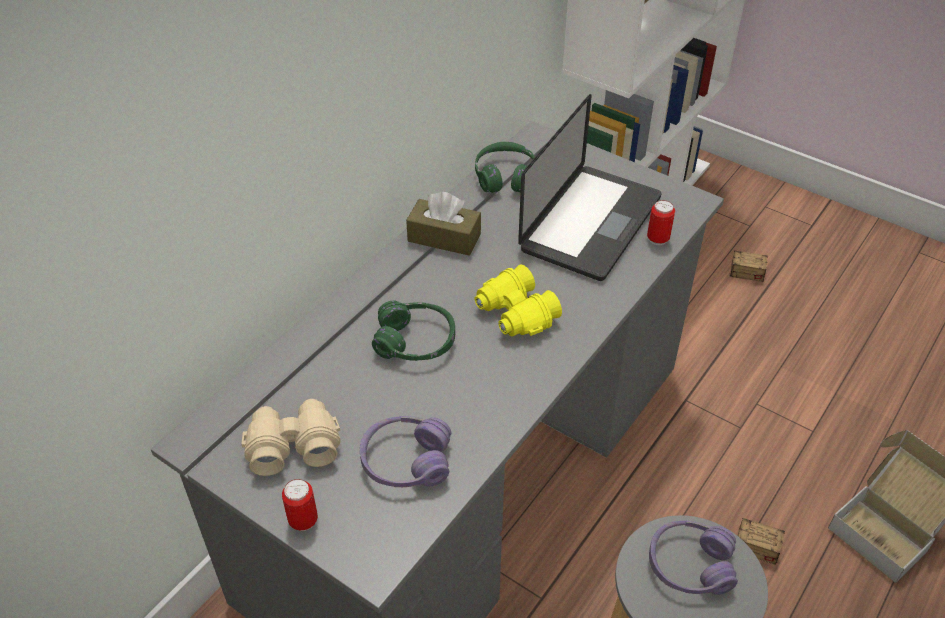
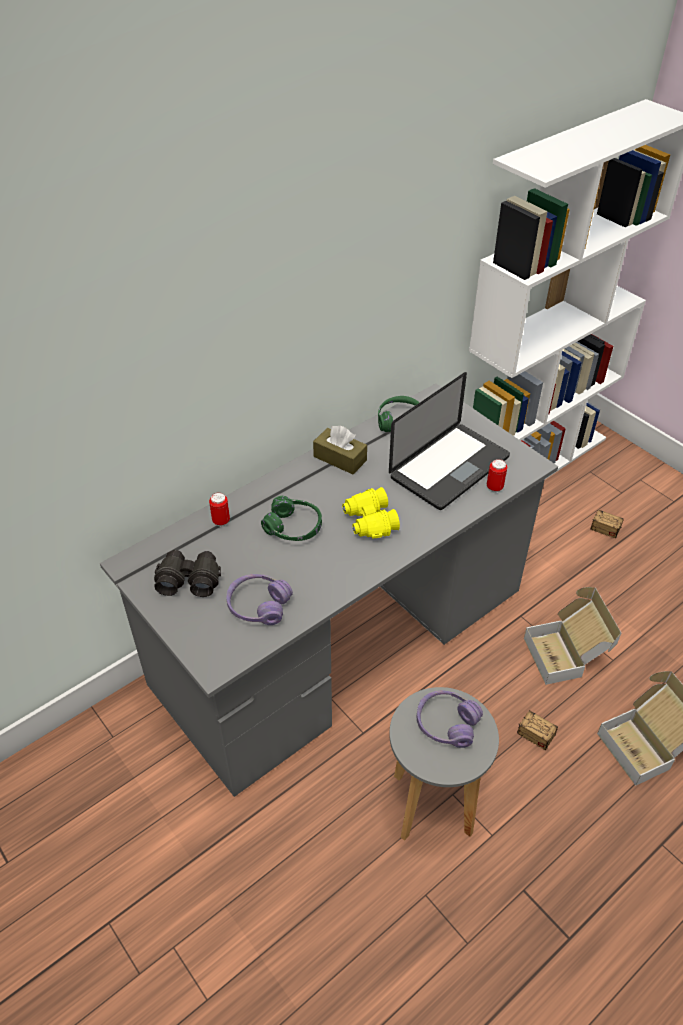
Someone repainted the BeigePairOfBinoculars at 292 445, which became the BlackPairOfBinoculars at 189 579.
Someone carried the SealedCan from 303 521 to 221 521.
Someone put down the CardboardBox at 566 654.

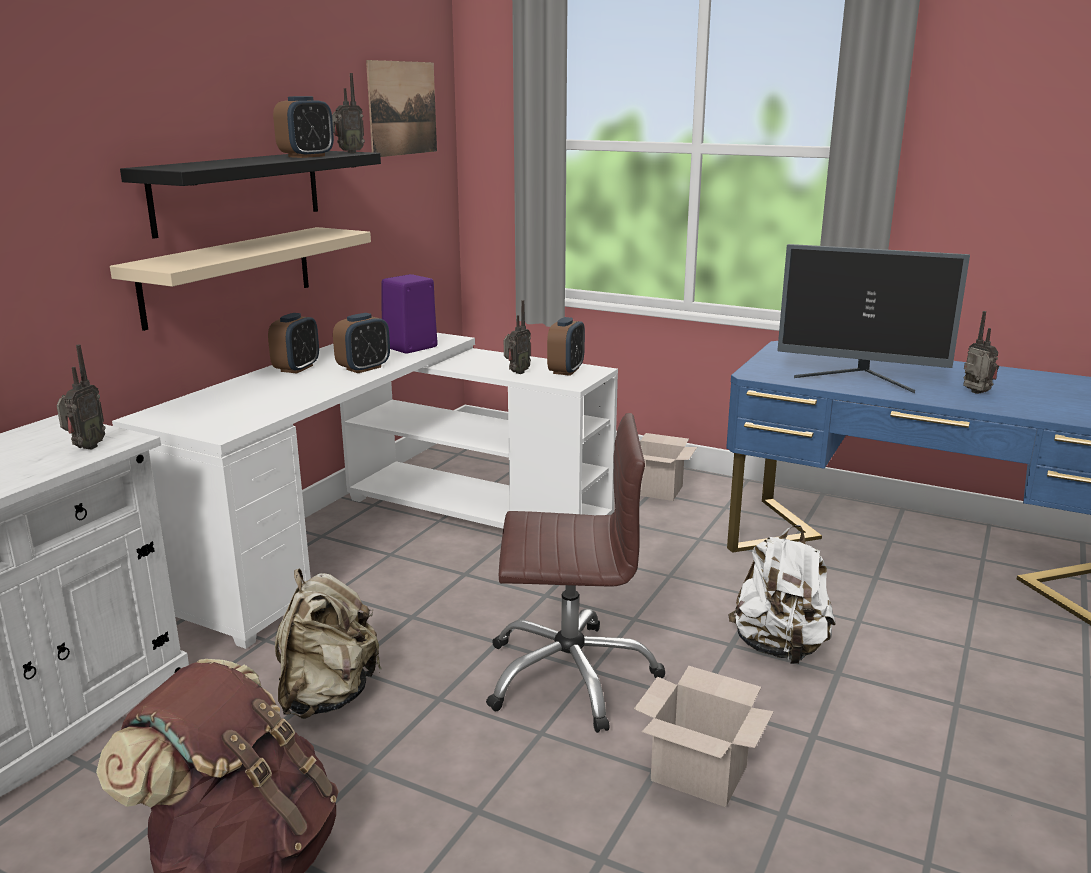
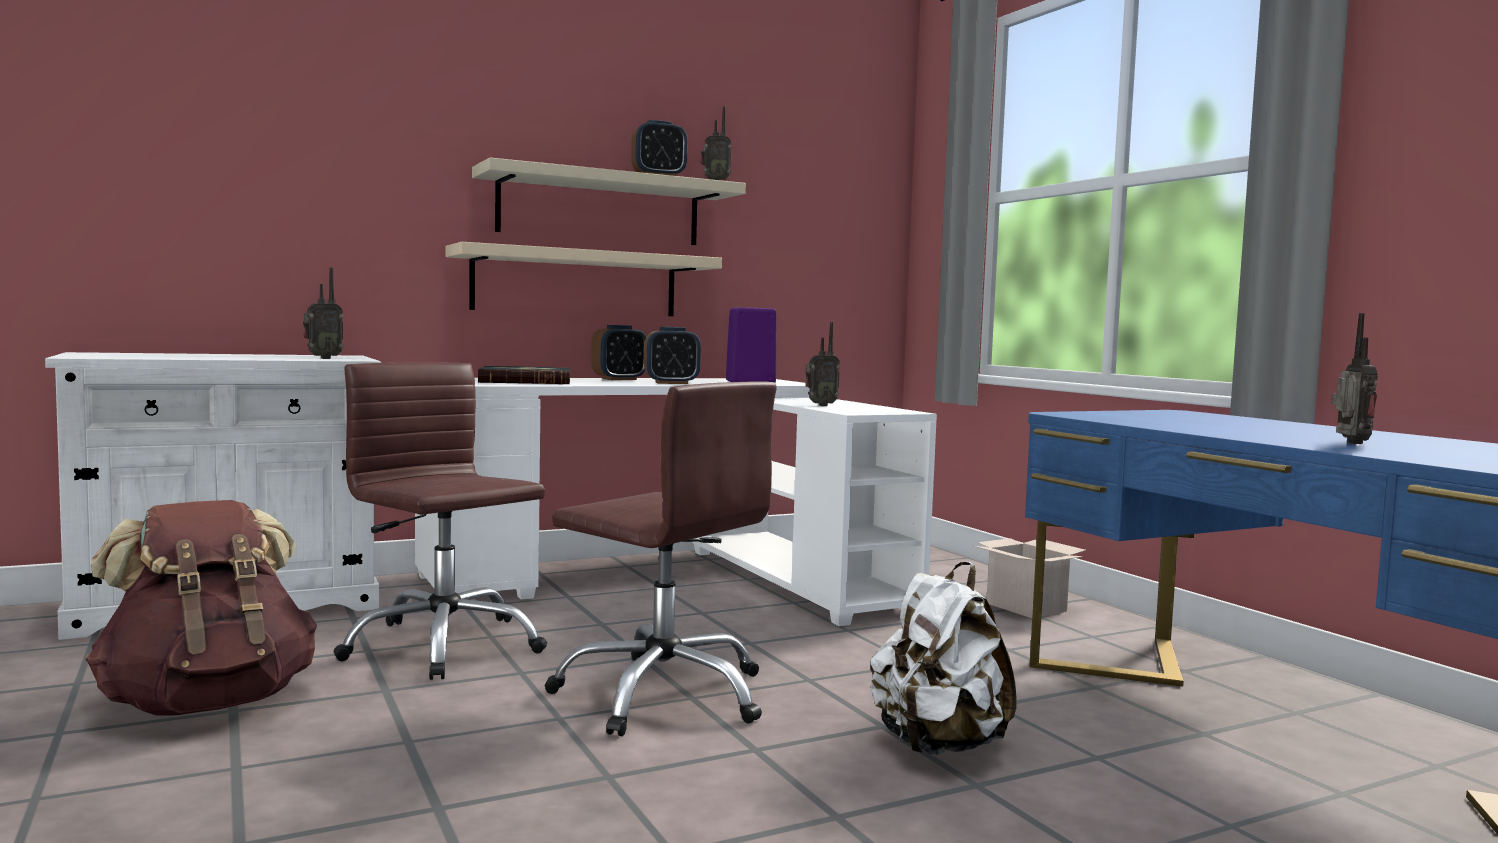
Someone repainted the BlackBracketShelf at 238 191, which became the BeigeBracketShelf at 600 209.
Someone swapped the BeigeKnapsack at 328 696 for the BrownishDeskChair at 443 646.
Someone took away the Picture at 402 108.
Someone took away the AlarmClock at 566 371.
Someone took away the CardboardBox at 701 773.
Someone took away the ComputerDisplay at 860 379.
Someone put down the Volume at 525 381.

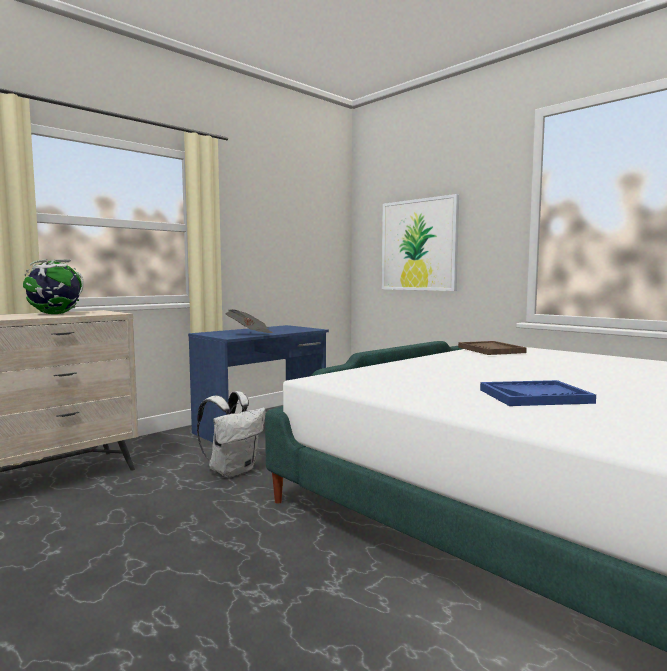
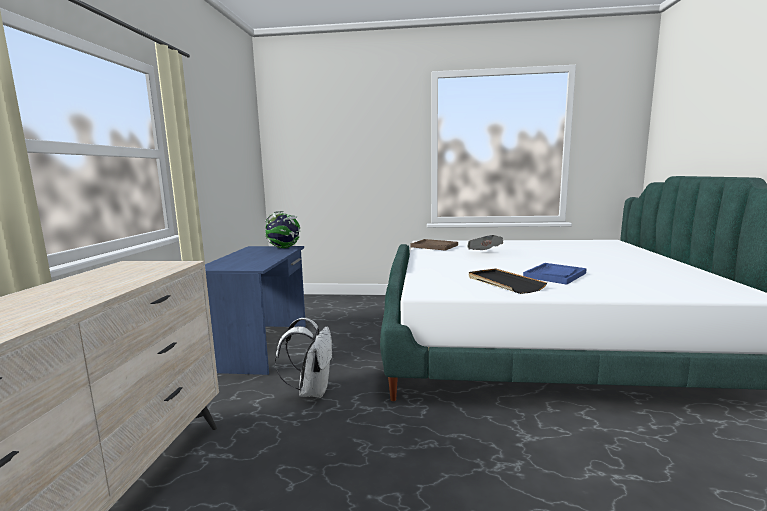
Someone carried the DeskGlobe from 54 314 to 284 248.
Someone carried the DailyPaper from 250 334 to 484 253.
Someone took away the Picture at 419 245.
Someone put down the BlackTray at 503 283.

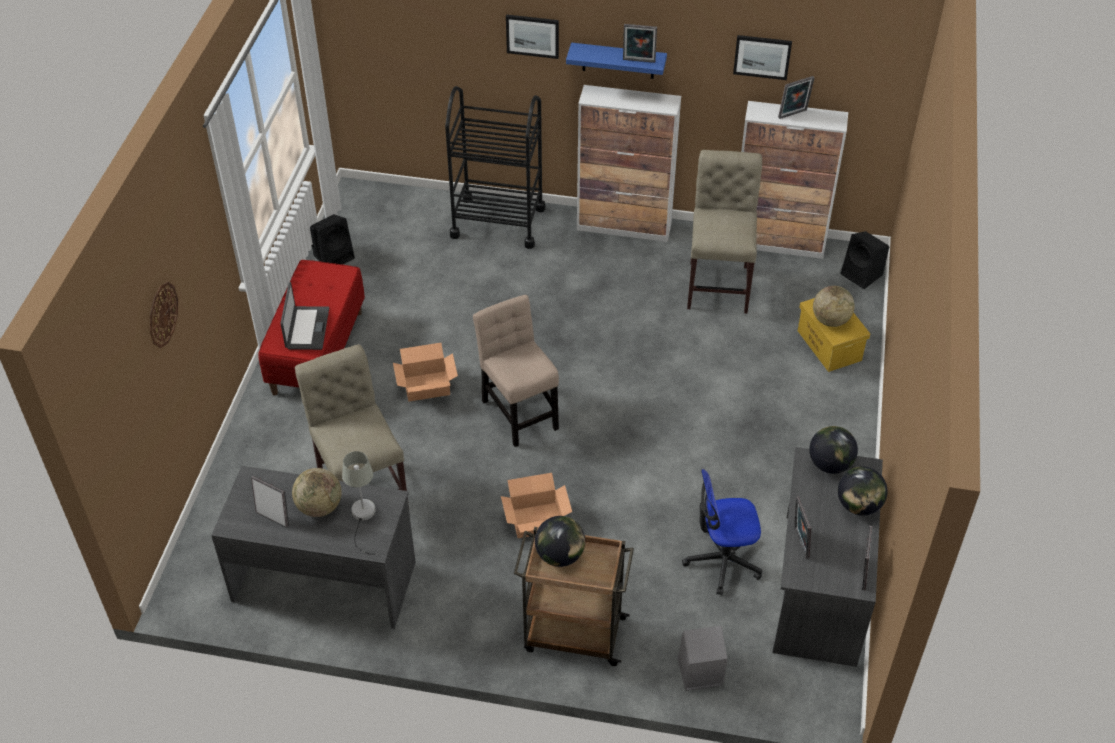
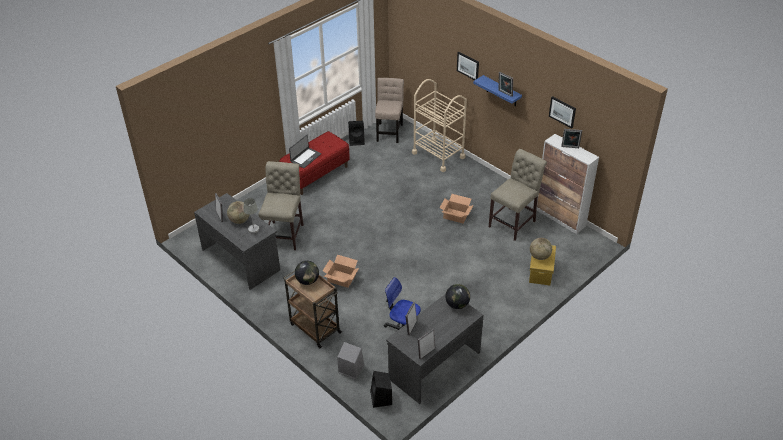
Someone took away the HangingClock at 162 314.
Someone carried the CardboardBox from 427 386 to 456 216.
Someone repainted the BlackCart at 498 222, which became the BeigeCart at 438 155.
Someone carried the BeigePlainChair from 518 411 to 389 131.
Someone took away the Cupboard at 624 226.
Someone took away the DeskGlobe at 858 505.
Someone carried the BlackSpeaker from 862 275 to 381 398.

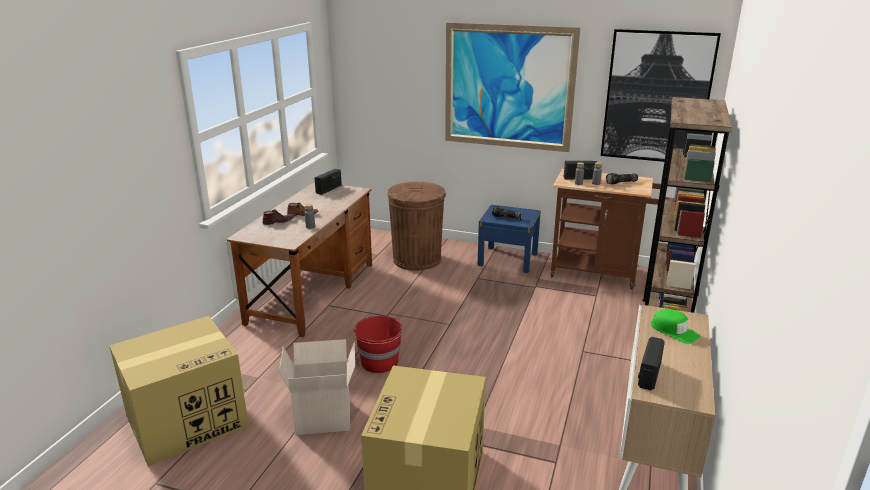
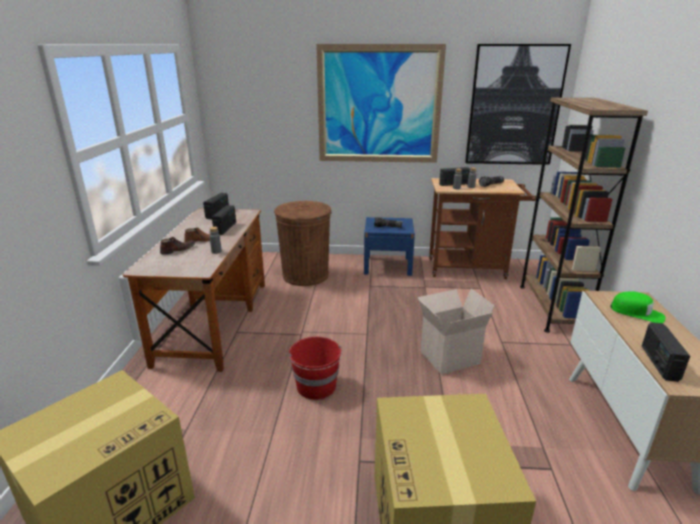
Someone carried the CardboardBox from 324 416 to 449 356.
Someone put down the RadioSet at 225 228.

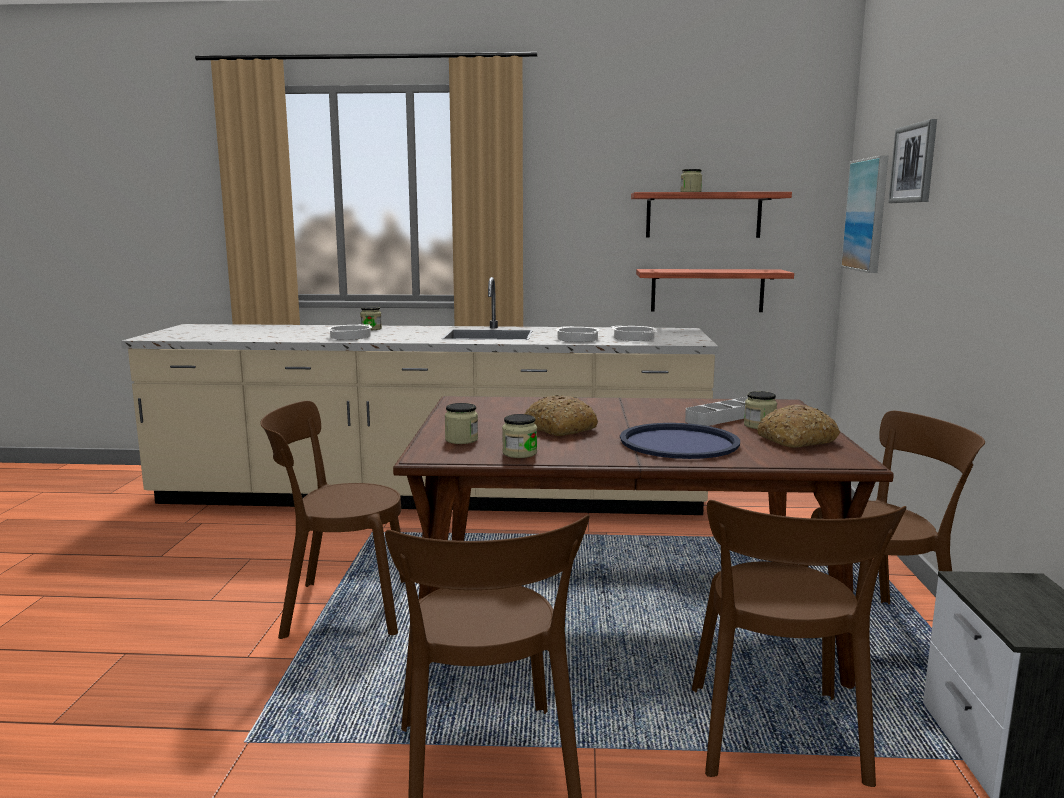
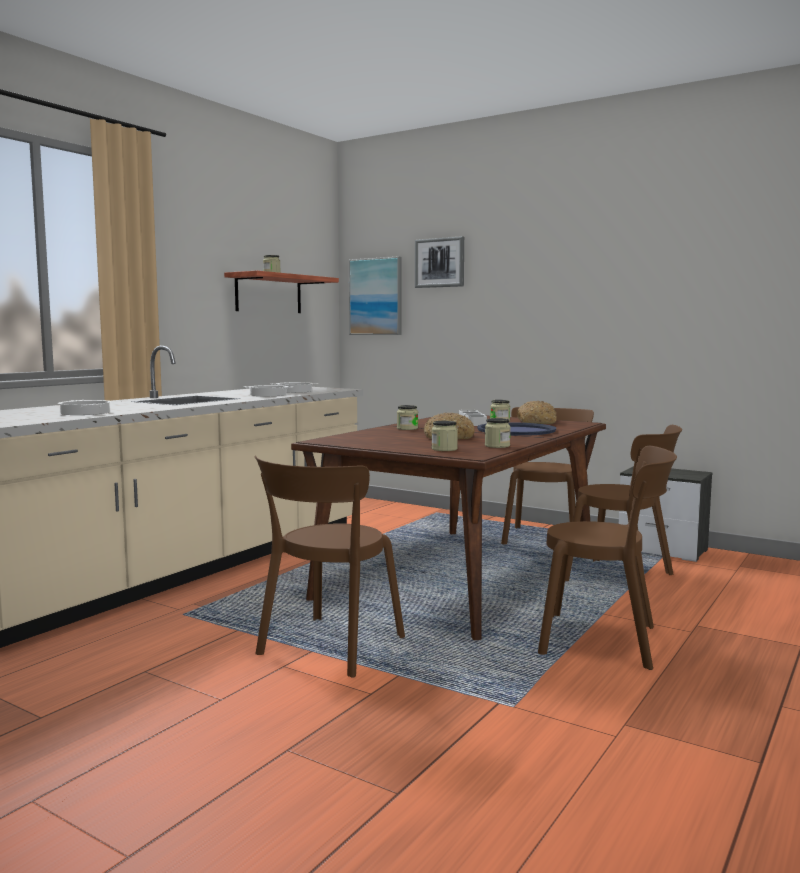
Someone carried the Jar from 371 329 to 407 428.
Someone took away the BracketShelf at 707 290.

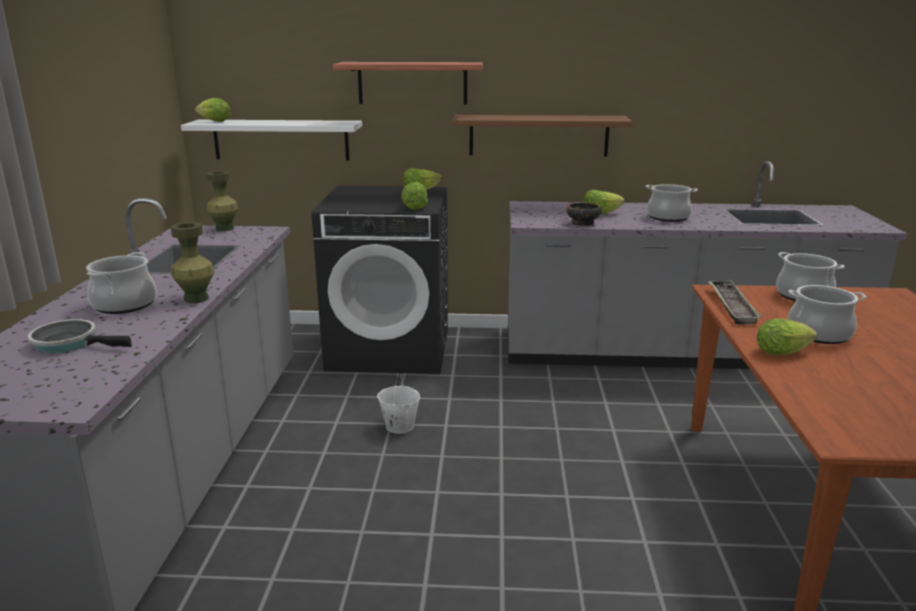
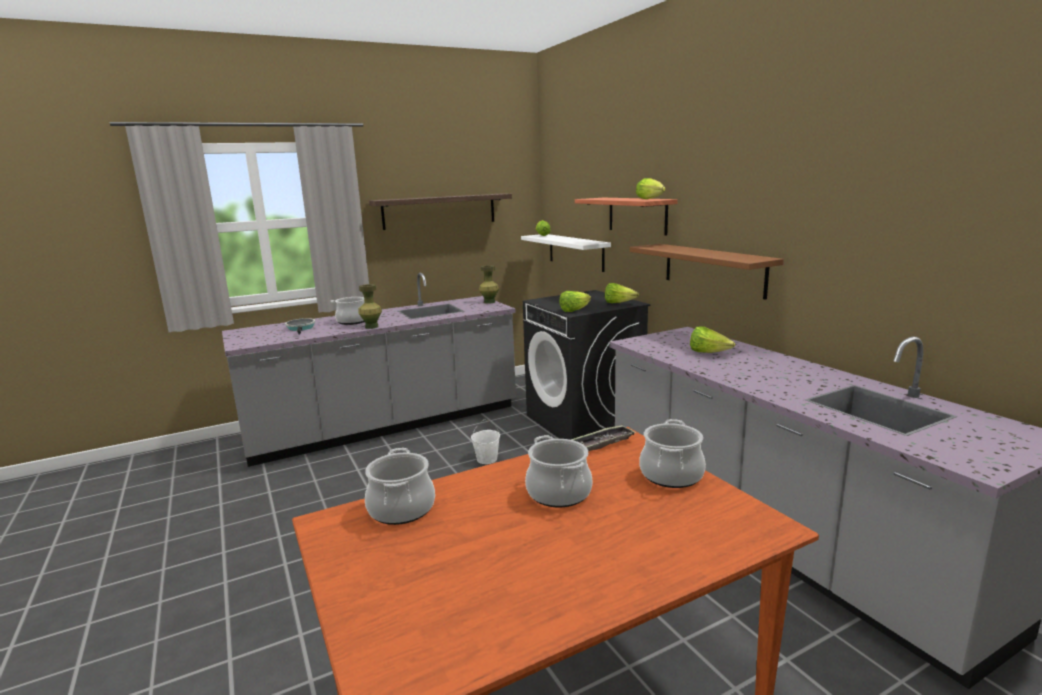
Someone took away the Bowl at 582 223.
Someone carried the CookingPot from 668 217 to 402 509.
Someone carried the LettuceHead from 784 352 to 651 199.
Someone put up the BracketShelf at 439 211.

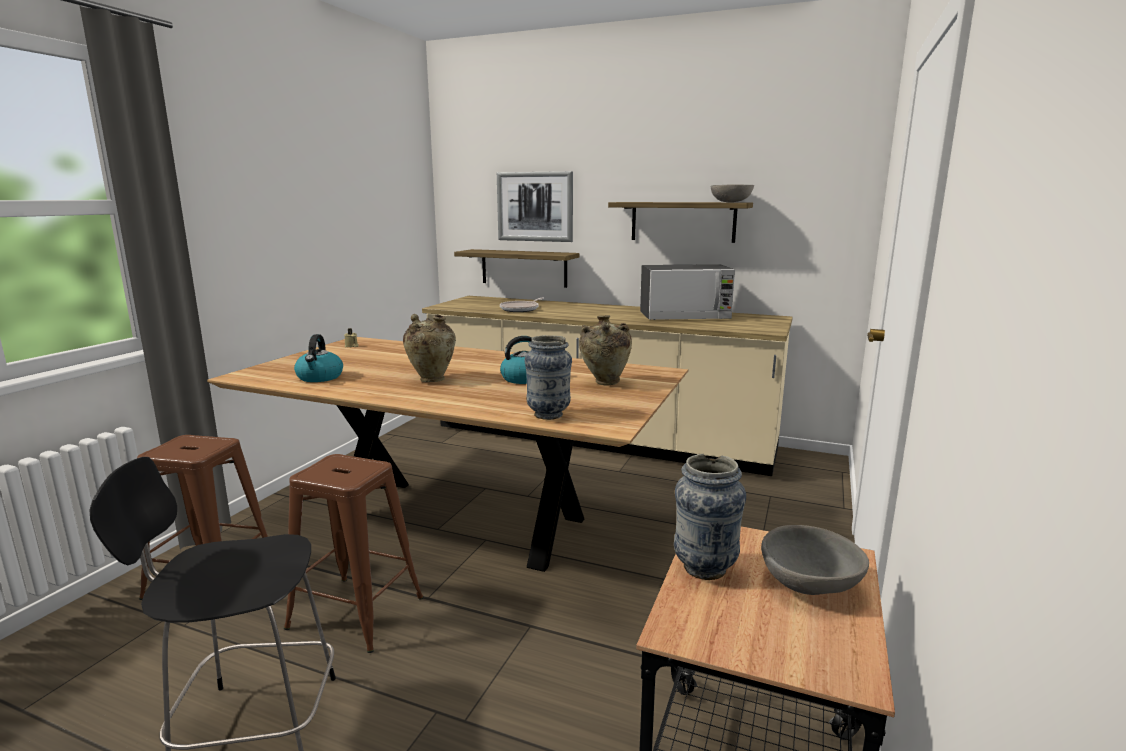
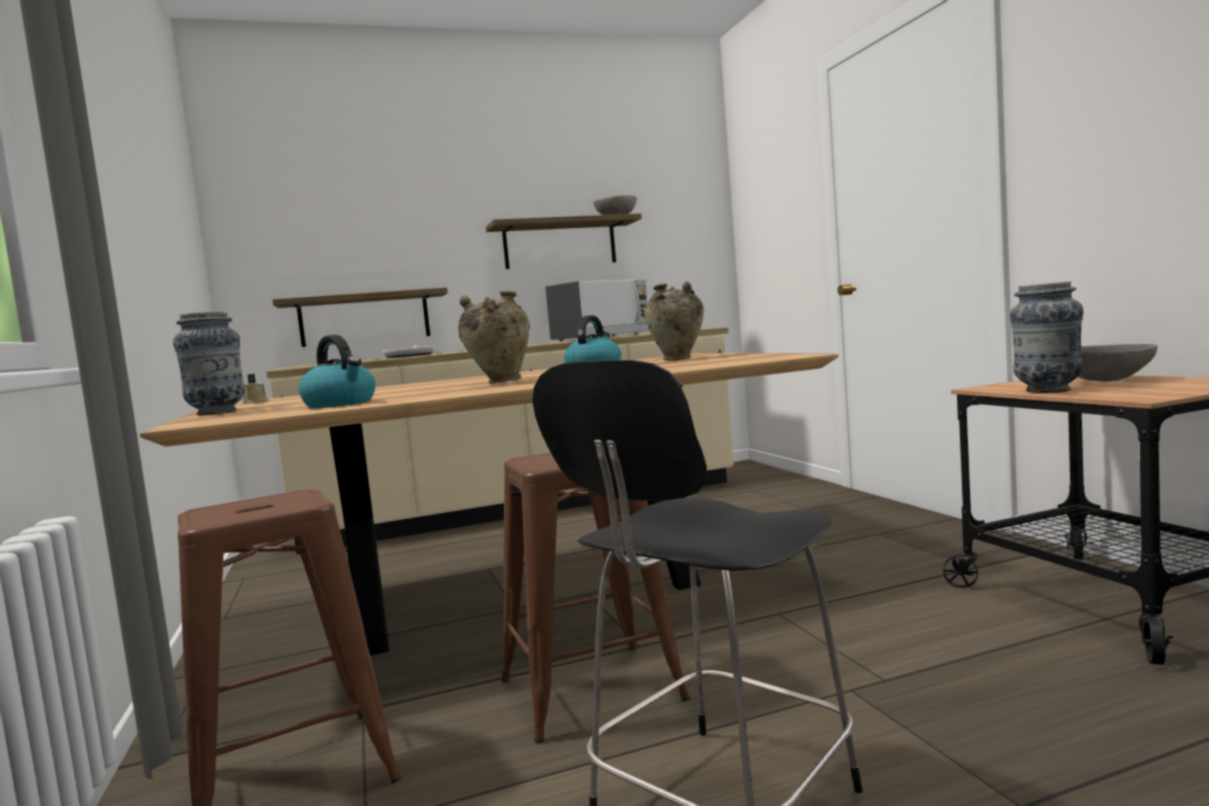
Someone took away the Picture at 535 206.
Someone carried the FlowerVase from 548 415 to 217 413.

